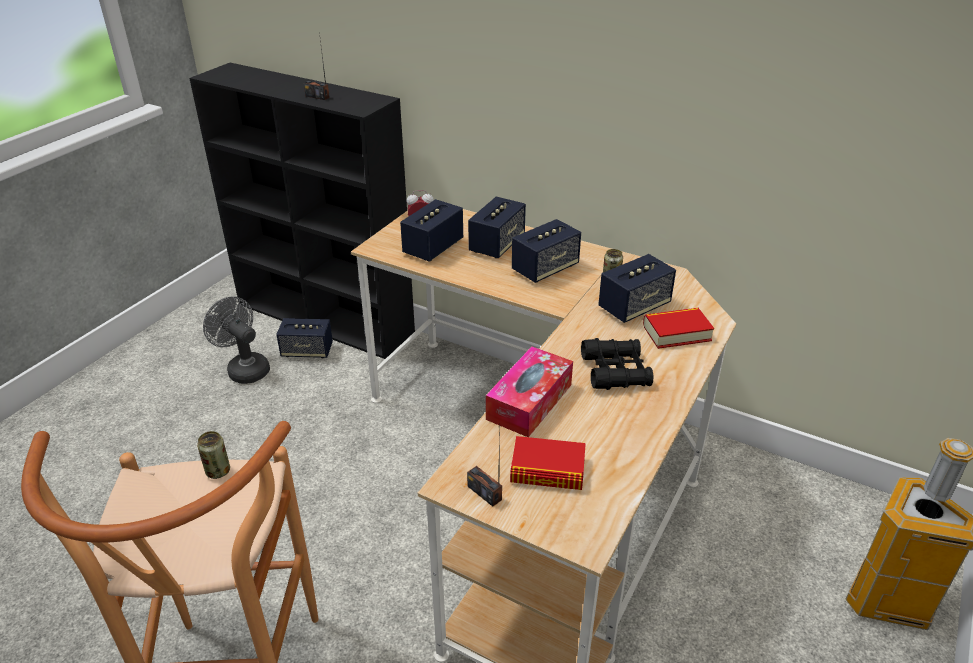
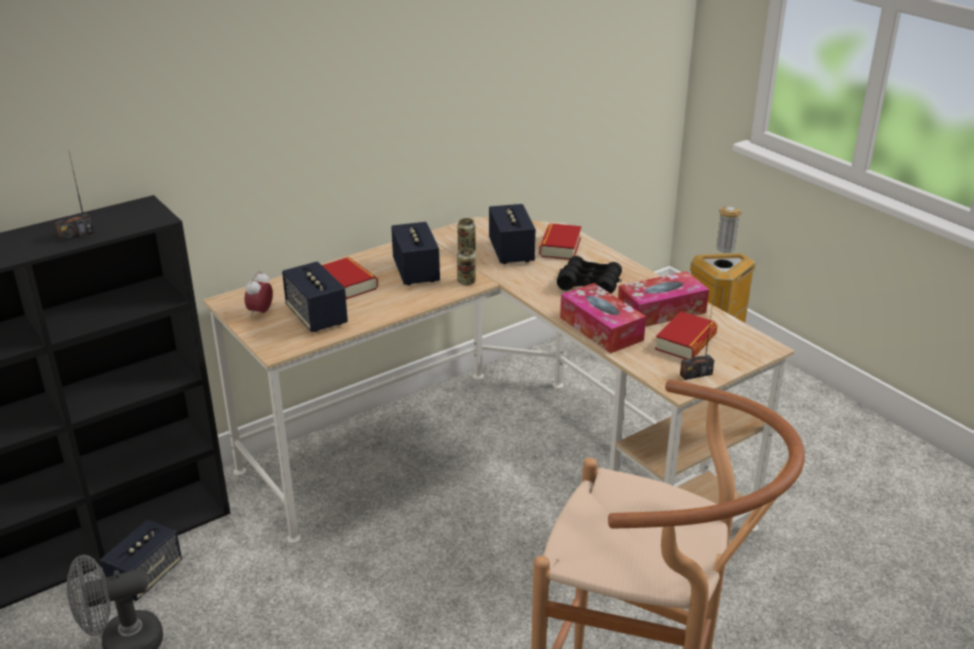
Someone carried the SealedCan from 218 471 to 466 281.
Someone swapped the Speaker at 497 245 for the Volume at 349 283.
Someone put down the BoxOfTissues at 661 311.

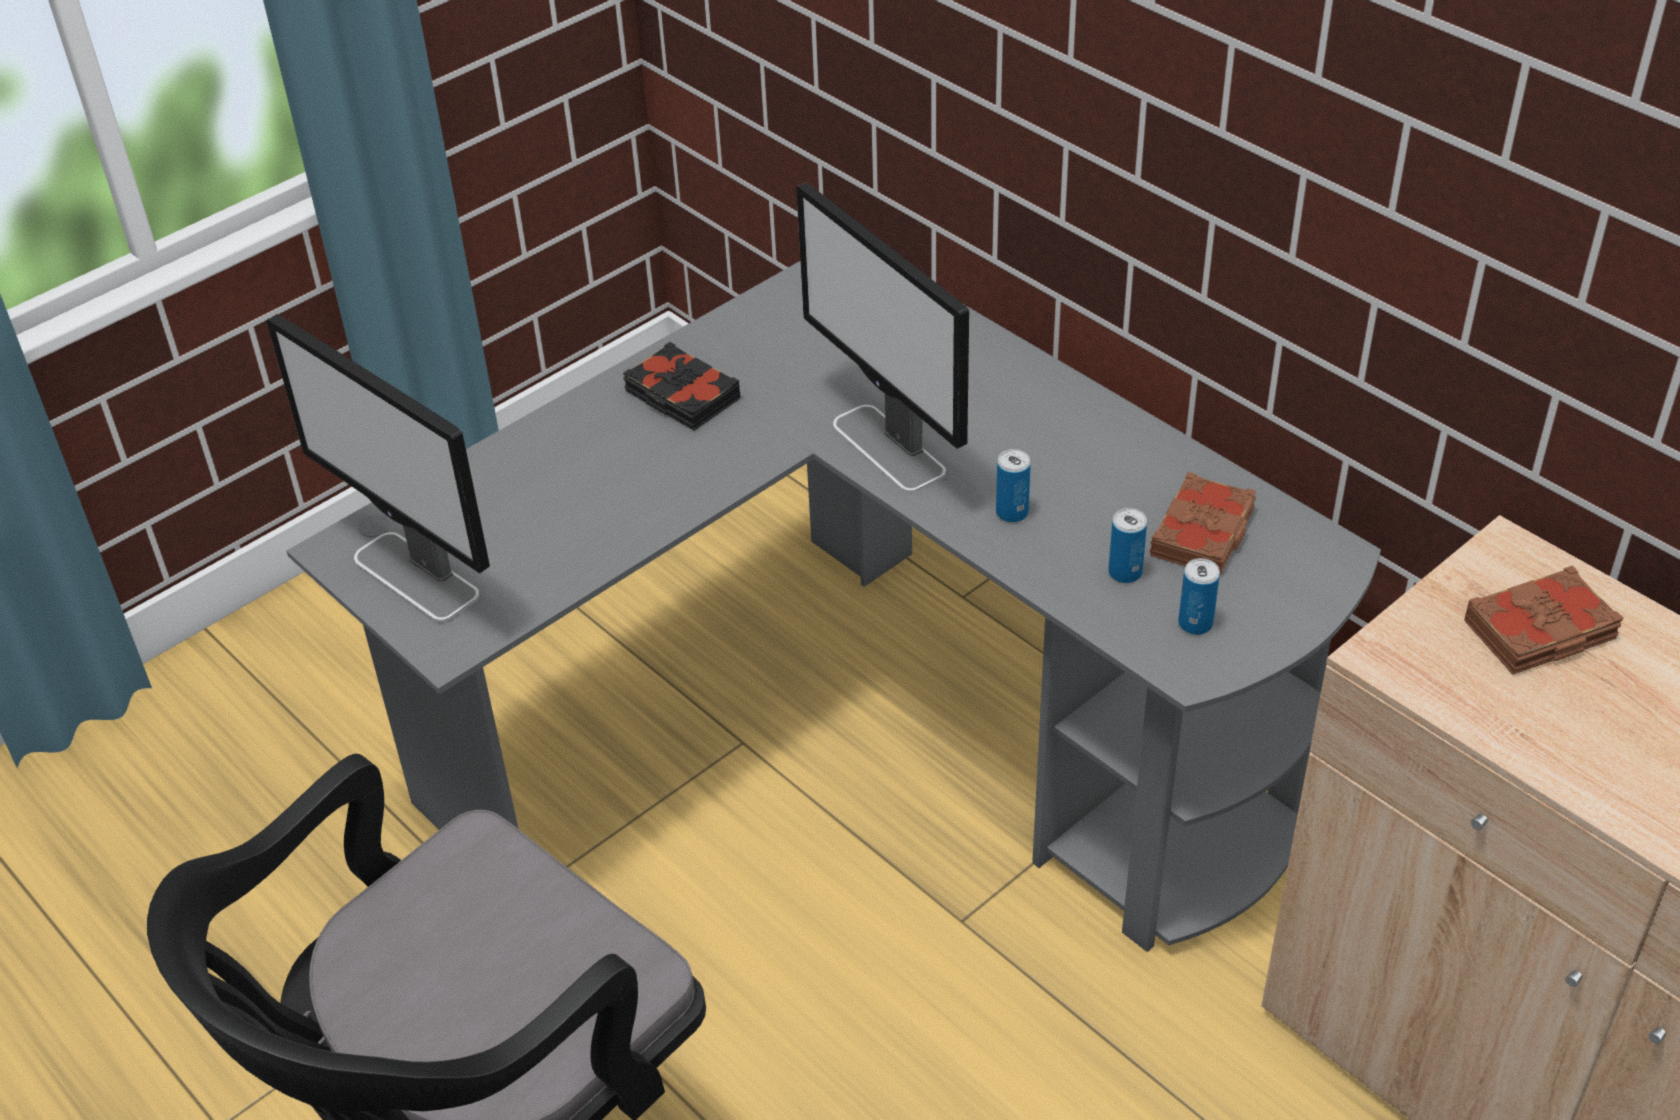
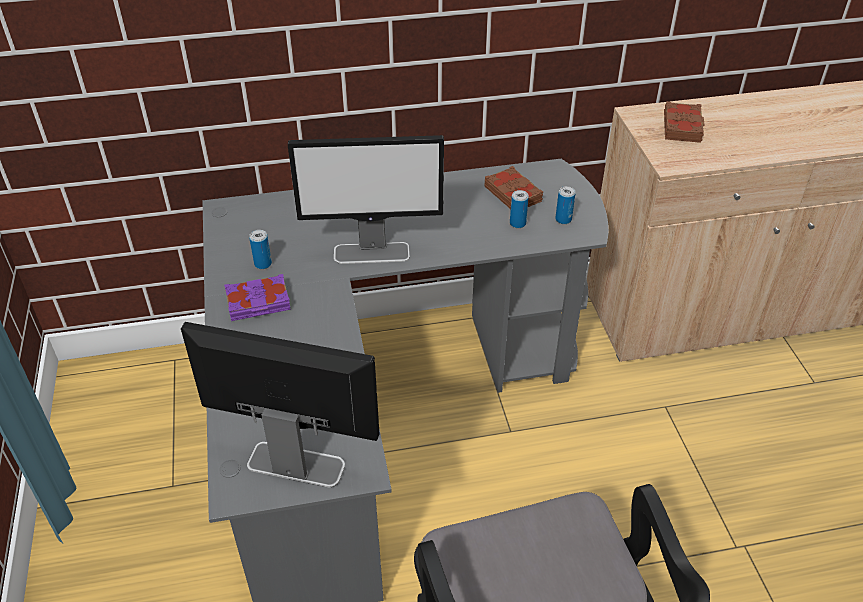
Someone rotated the ComputerDisplay at 417 577 by 150 degrees counterclockwise.
Someone repainted the BlackVolume at 681 396, which became the PurpleColouredVolume at 258 303.
Someone carried the SealedCan from 1012 512 to 263 264.

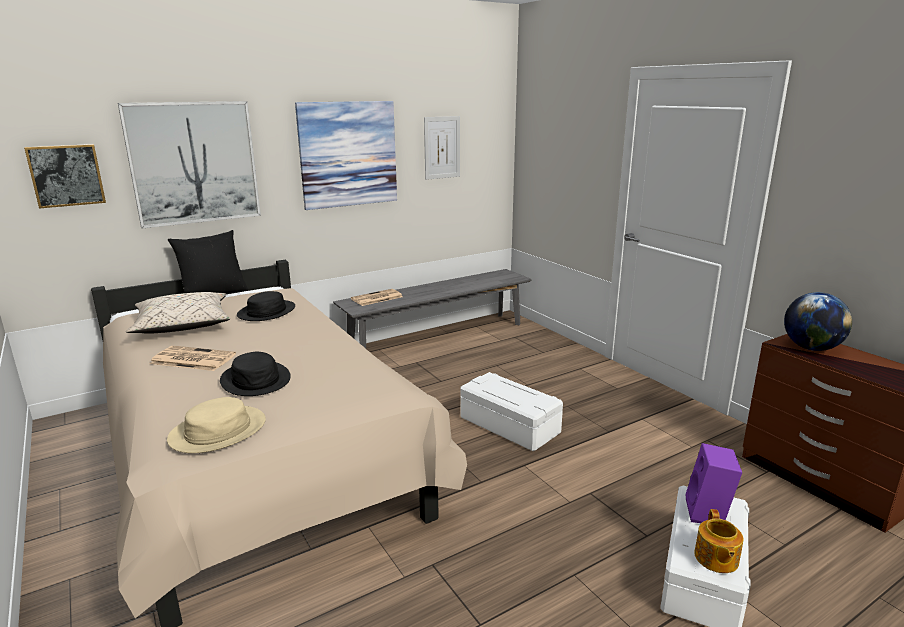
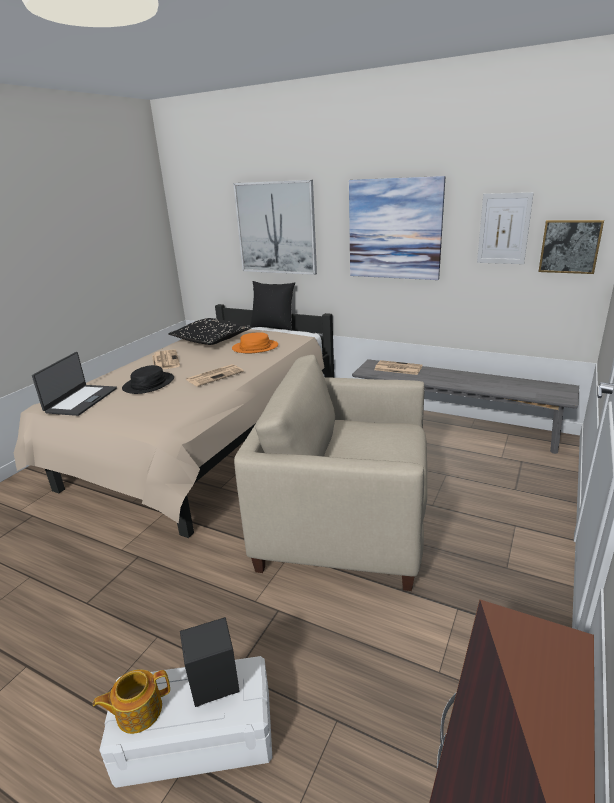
Someone carried the Picture from 66 175 to 570 246.
Someone repainted the BeigeThrowPillow at 183 325, which became the BlackThrowPillow at 211 340.
Someone swapped the BeigeWearableHat at 218 431 for the PortableComputer at 81 400.
Someone repainted the BlackWearableHat at 267 312, which became the OrangeyWearableHat at 255 347.
Someone swapped the WhiteColouredStorageBox at 508 426 for the BeigeEasyChair at 345 522.
Someone repainted the PurpleColouredSpeaker at 708 514, which became the BlackSpeaker at 214 690.
Someone took away the DeskGlobe at 811 348.
Someone put down the DailyPaper at 215 375.

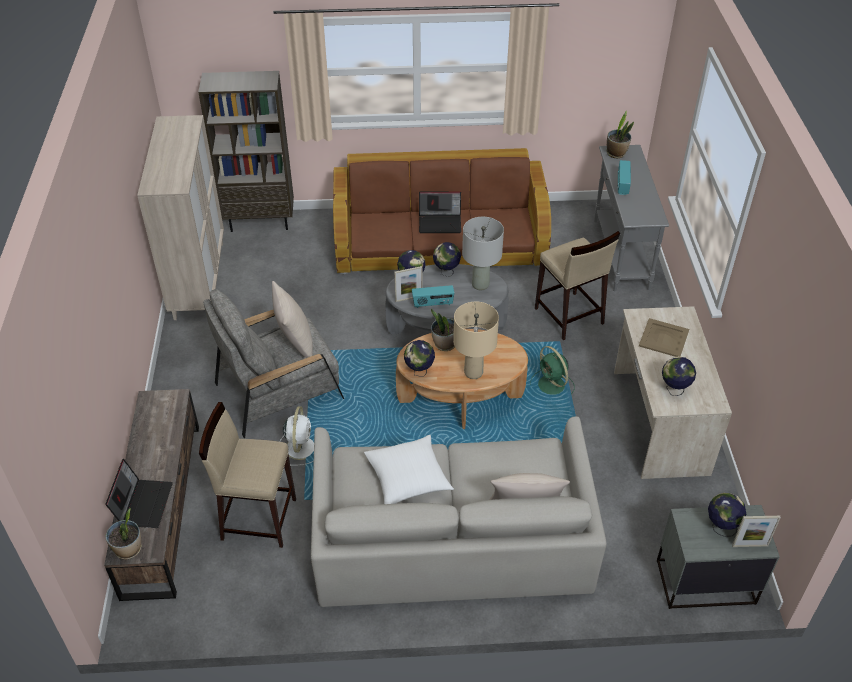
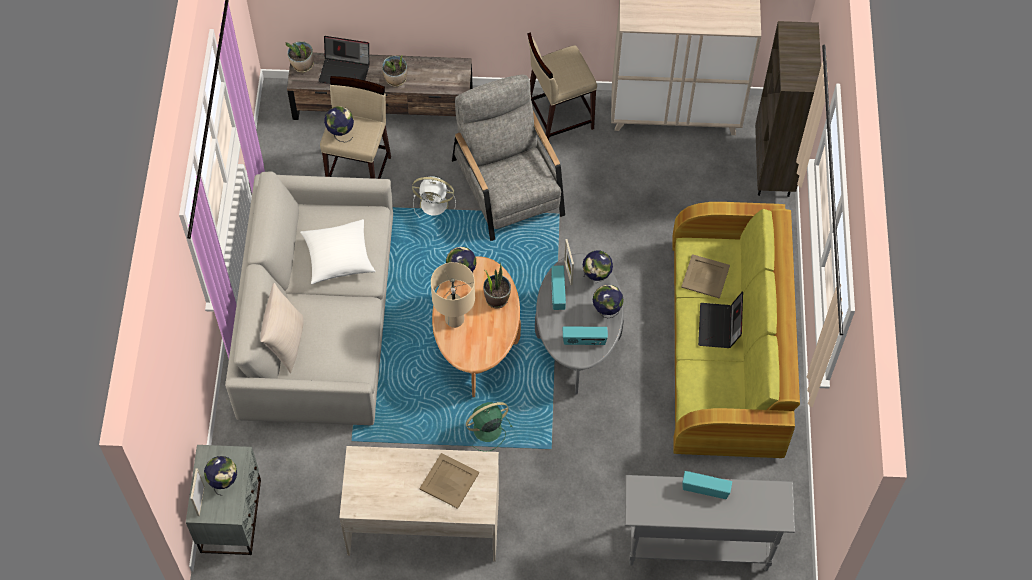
Someone took away the BeigeThrowPillow at 295 342.
Someone repainted the BrownishCouch at 440 243, which became the GreenishCouch at 727 348.
Someone swapped the GreyTabletopLamp at 480 284 for the RadioSet at 584 341.
Someone carried the BeigeStoolSeat from 568 316 to 558 118.
Someone carried the PlantInAPot from 616 153 to 396 79.
Someone carried the DeskGlobe from 674 390 to 341 134.
Someone put down the BeigeTray at 706 276.

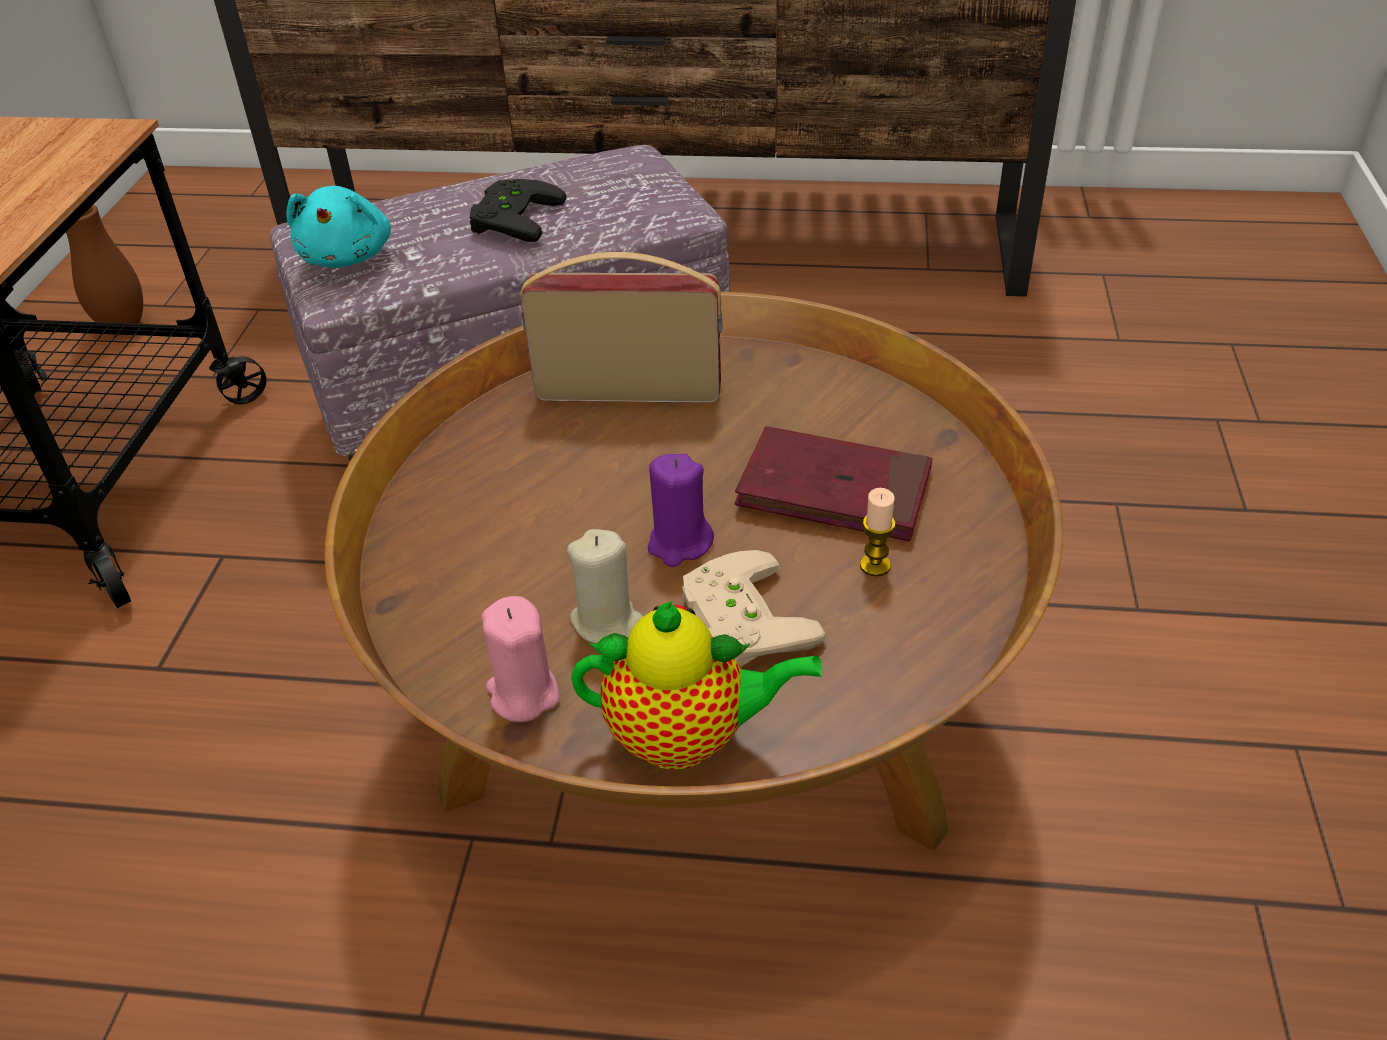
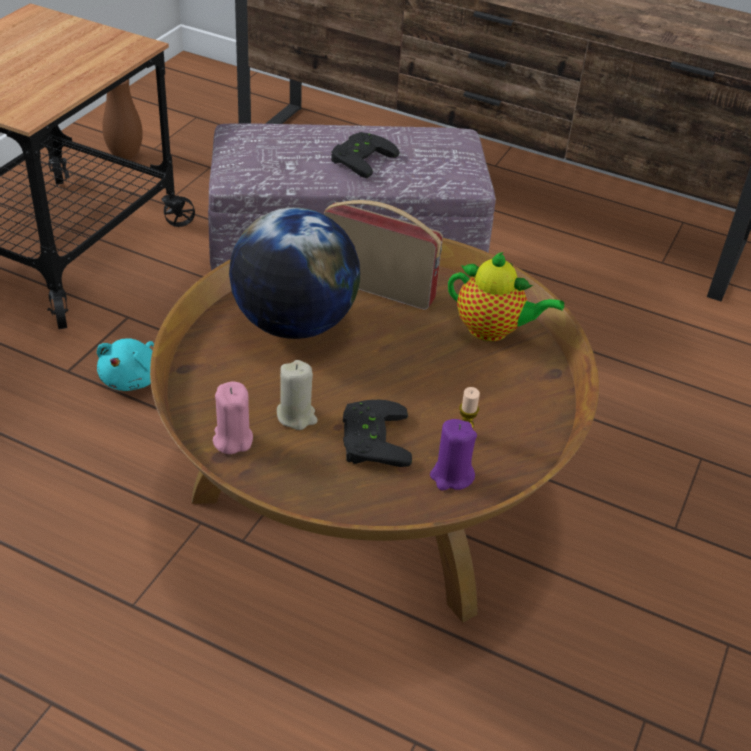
Someone carried the TurquoiseColouredSoftToy from 348 256 to 132 379.
Someone carried the PotForTea from 687 737 to 493 330.
Someone carried the PurpleColouredWaxLight from 679 543 to 451 476.
Someone repainted the BeigeGamepad at 739 620, which became the BlackGamepad at 369 439.
Someone took away the ReddishVolume at 834 490.
Someone put down the DeskGlobe at 293 324.

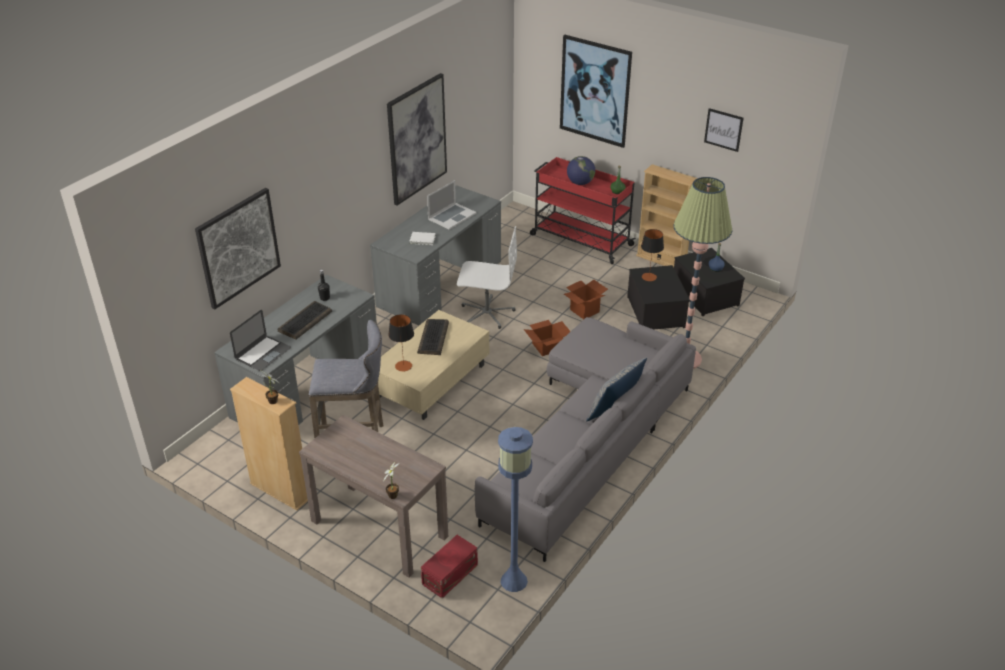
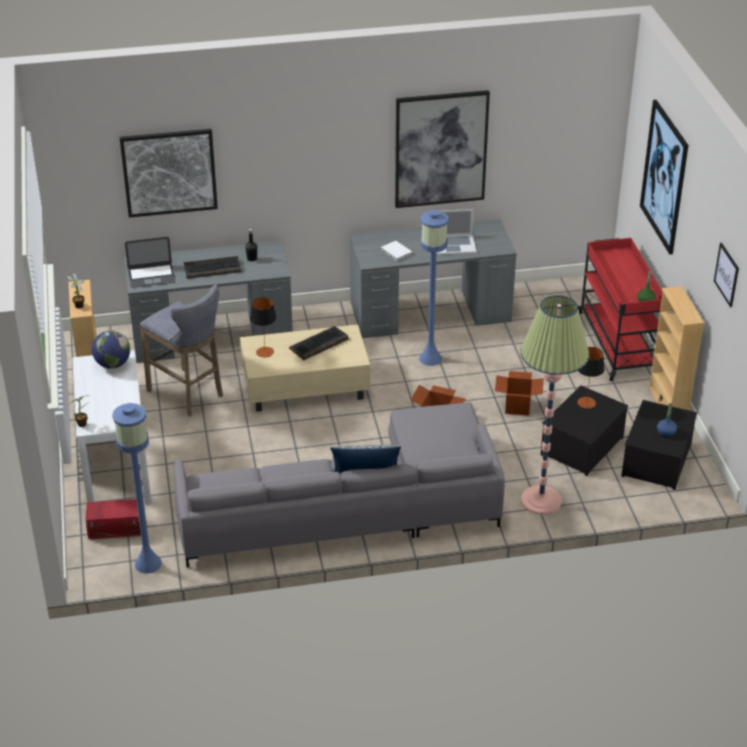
Someone repainted the BrownishNarrowTable at 378 528, which became the WhiteColouredNarrowTable at 116 465.
Someone swapped the WhiteColouredDeskChair at 487 313 for the BluishStandardLamp at 430 359.
Someone carried the DeskGlobe from 580 183 to 113 364.

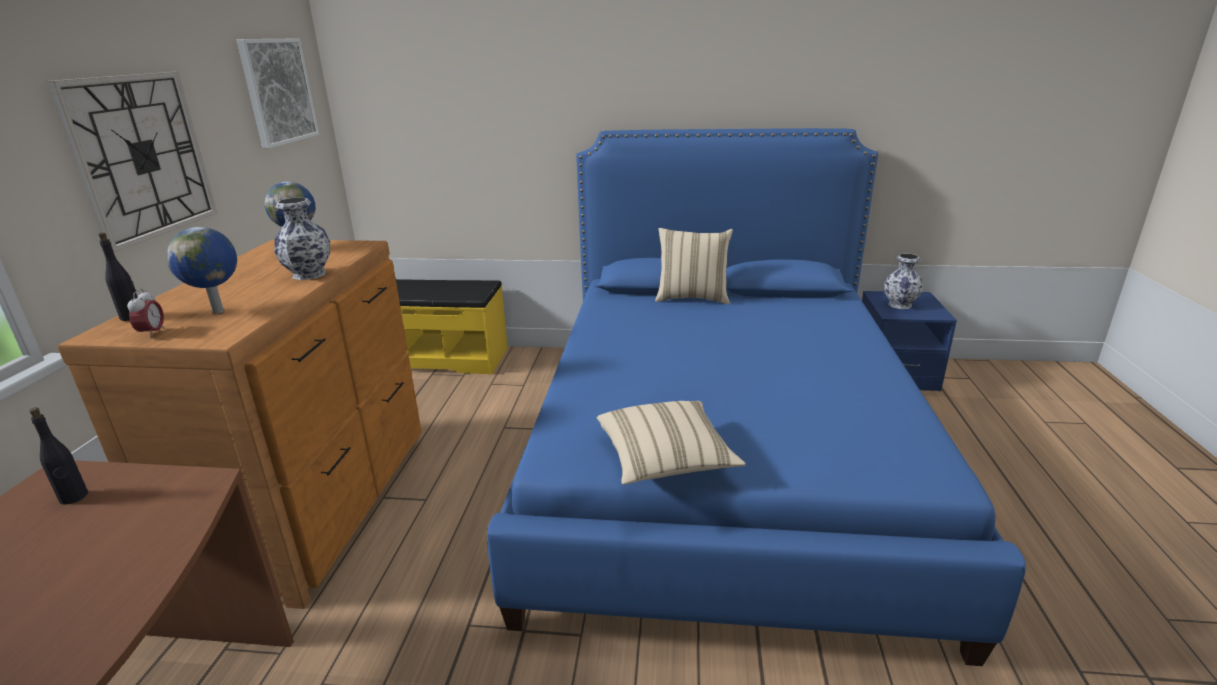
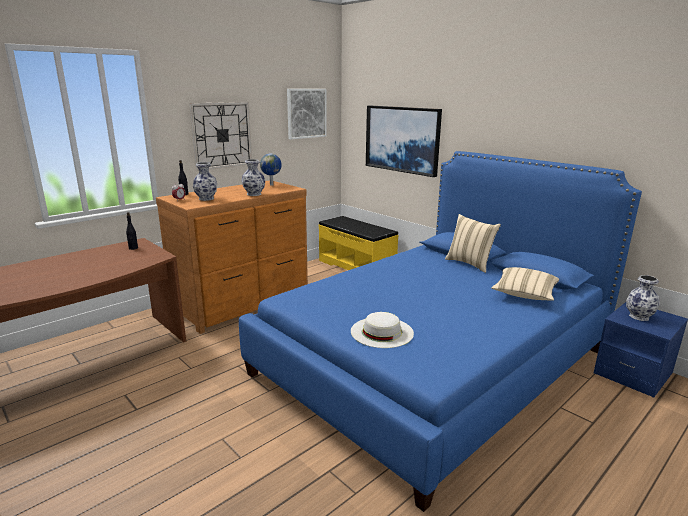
Someone swapped the DeskGlobe at 220 311 for the FlowerVase at 206 199.
Someone carried the BeigeThrowPillow from 665 460 to 524 294.
Someone put down the WhiteColouredWearableHat at 381 332.
Someone put up the Picture at 402 139.

